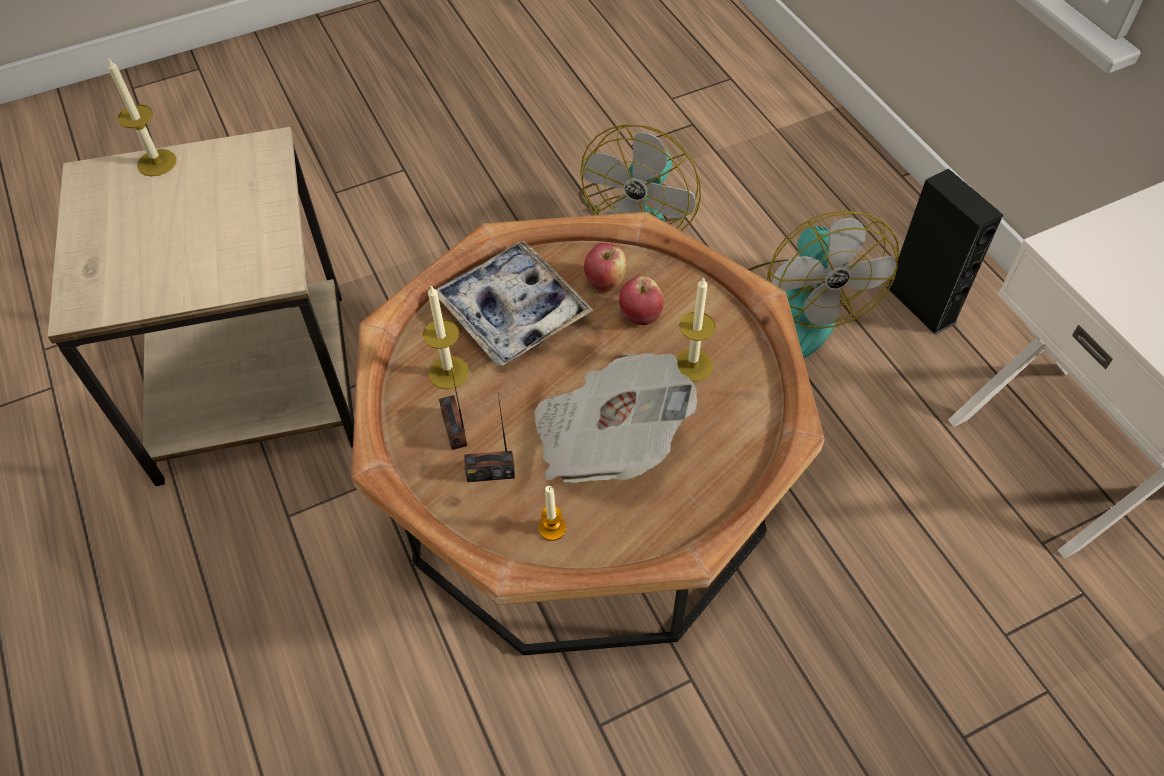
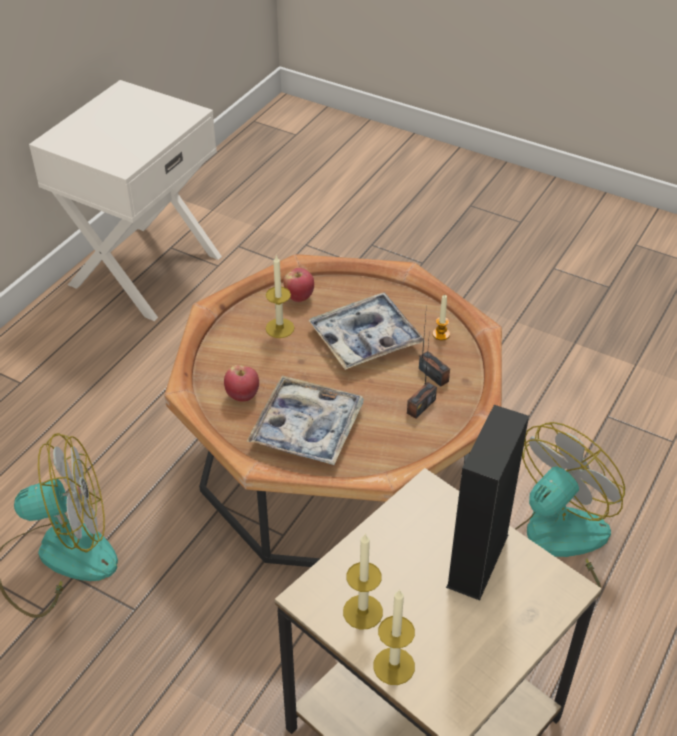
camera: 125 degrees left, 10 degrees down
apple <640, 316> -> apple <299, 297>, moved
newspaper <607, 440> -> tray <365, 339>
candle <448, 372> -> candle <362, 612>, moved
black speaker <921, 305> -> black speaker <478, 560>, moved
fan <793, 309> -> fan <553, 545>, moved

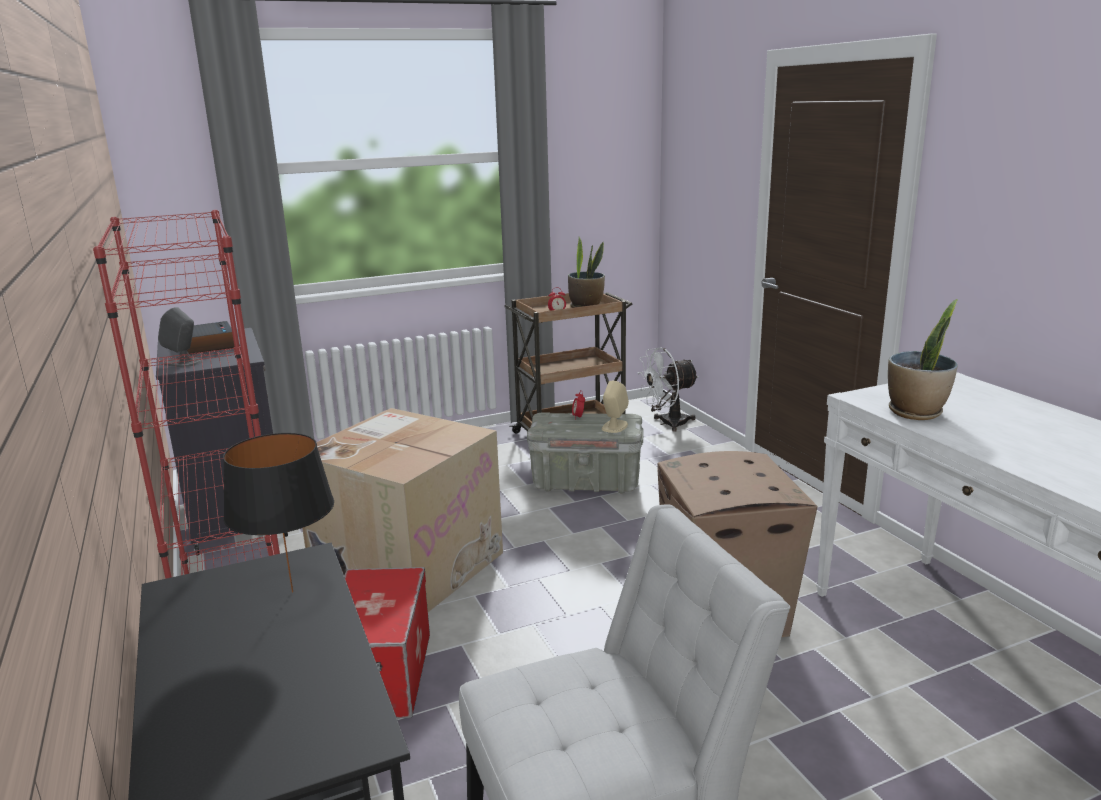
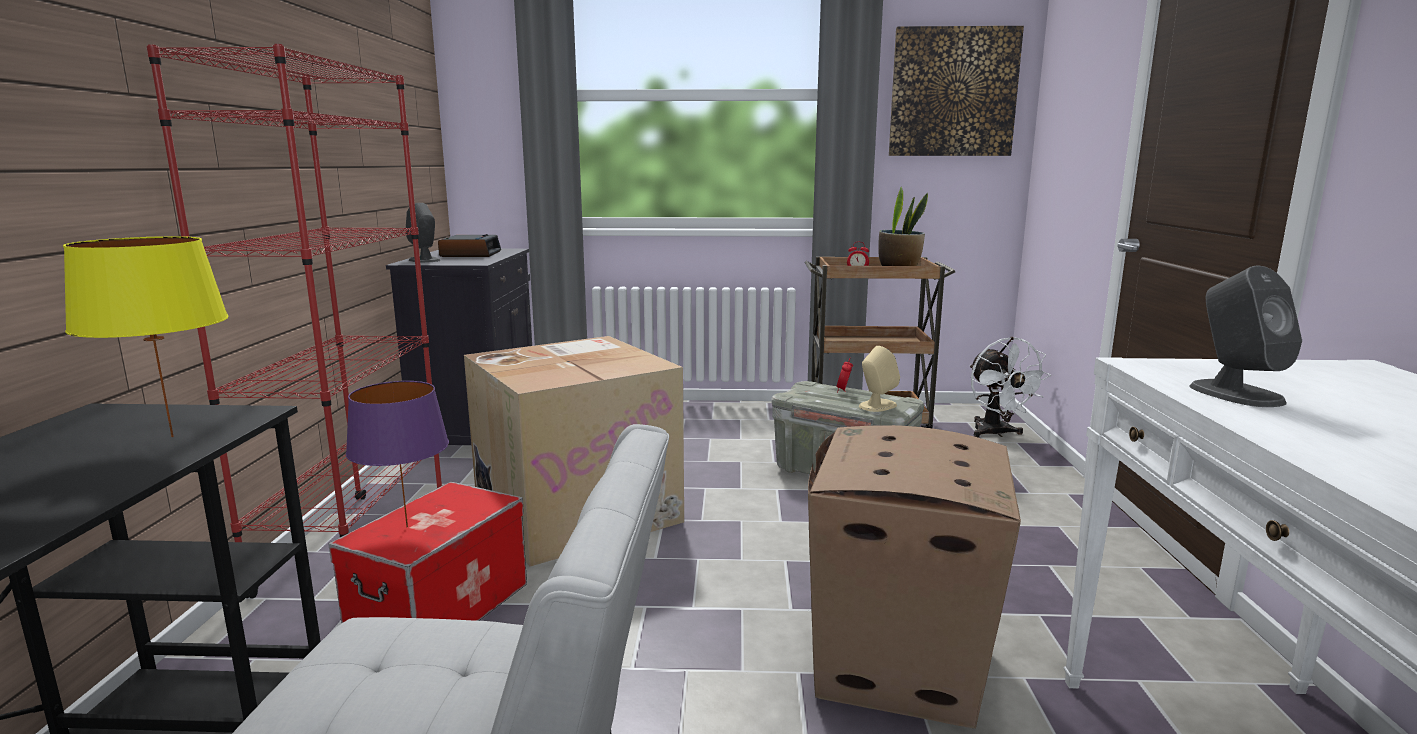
camera: 25 degrees right, 5 degrees down
black table lamp <291, 592> -> yellow table lamp <170, 437>
none -> purple table lamp <406, 527>
none -> picture <953, 92>
white fan <667, 424> -> white fan <996, 434>, 105 degrees counterclockwise
potted plant <916, 413> -> grey speaker <1234, 393>

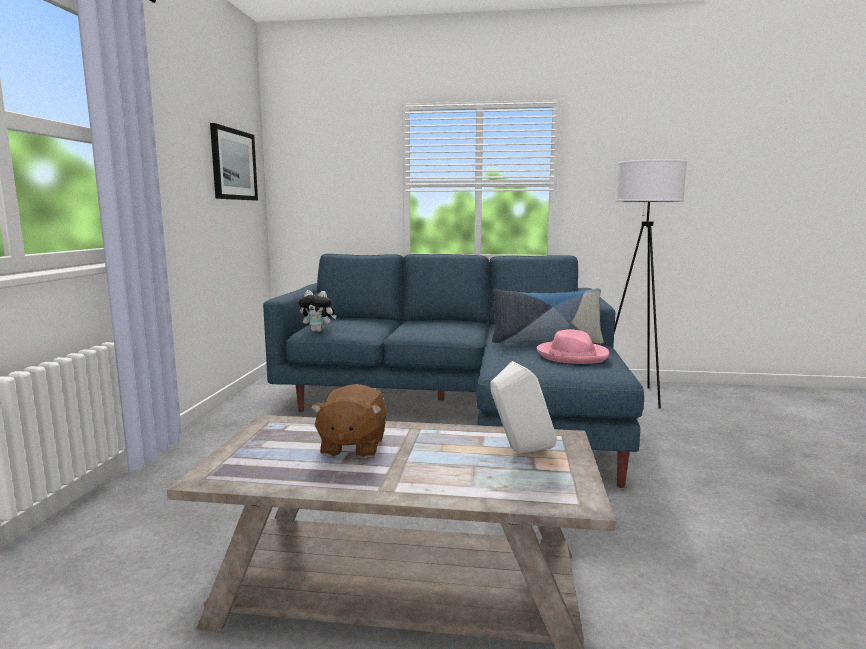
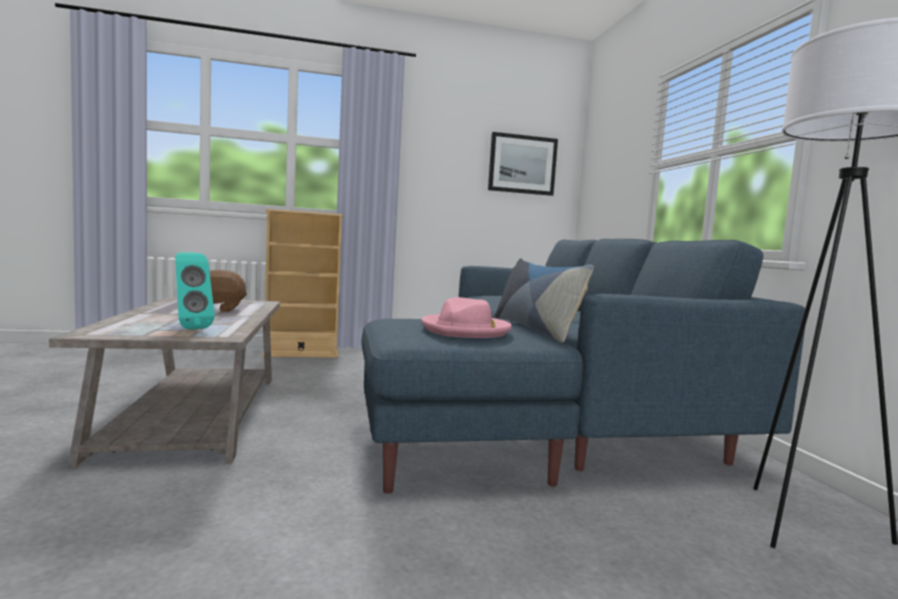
camera: 70 degrees right, 5 degrees down
white speaker <519, 453> -> turquoise speaker <190, 328>
none -> beige bookcase <301, 354>
plush toy <318, 331> -> none

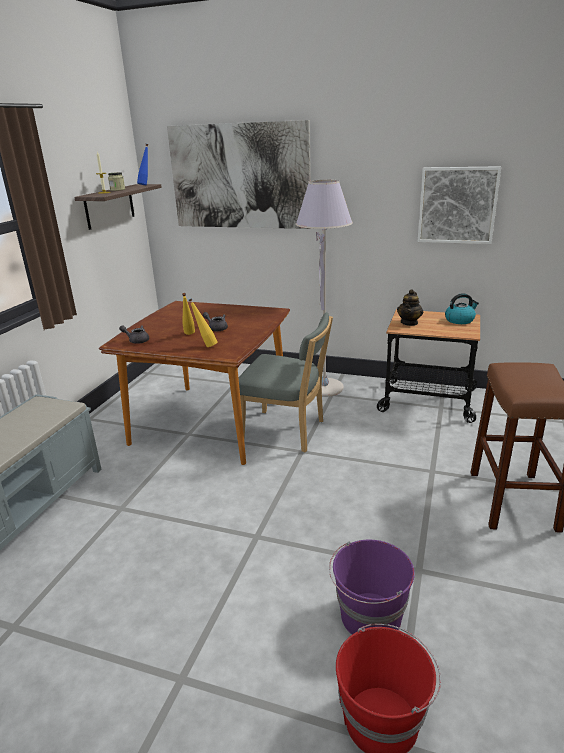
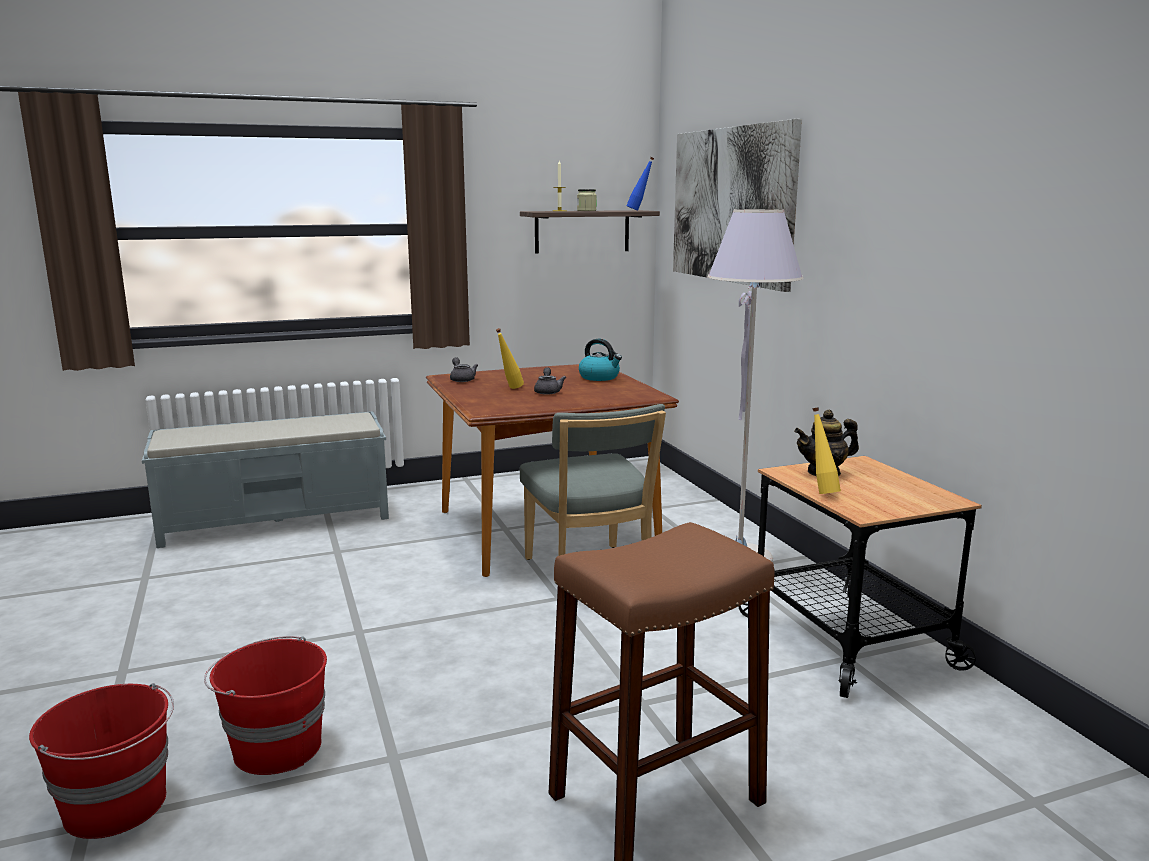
camera: 50 degrees right, 10 degrees down
purple bucket <370, 617> -> red bucket <275, 747>
kettle <460, 320> -> kettle <600, 377>, moved
yellow bottle <205, 346> -> yellow bottle <821, 492>, moved
picture <457, 205> -> none

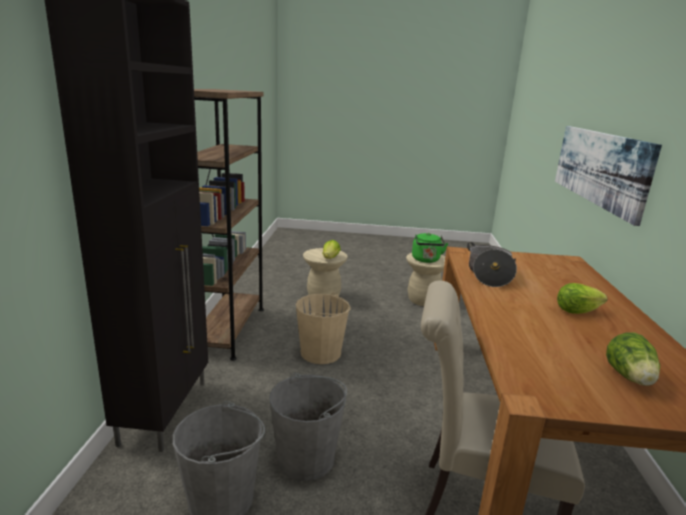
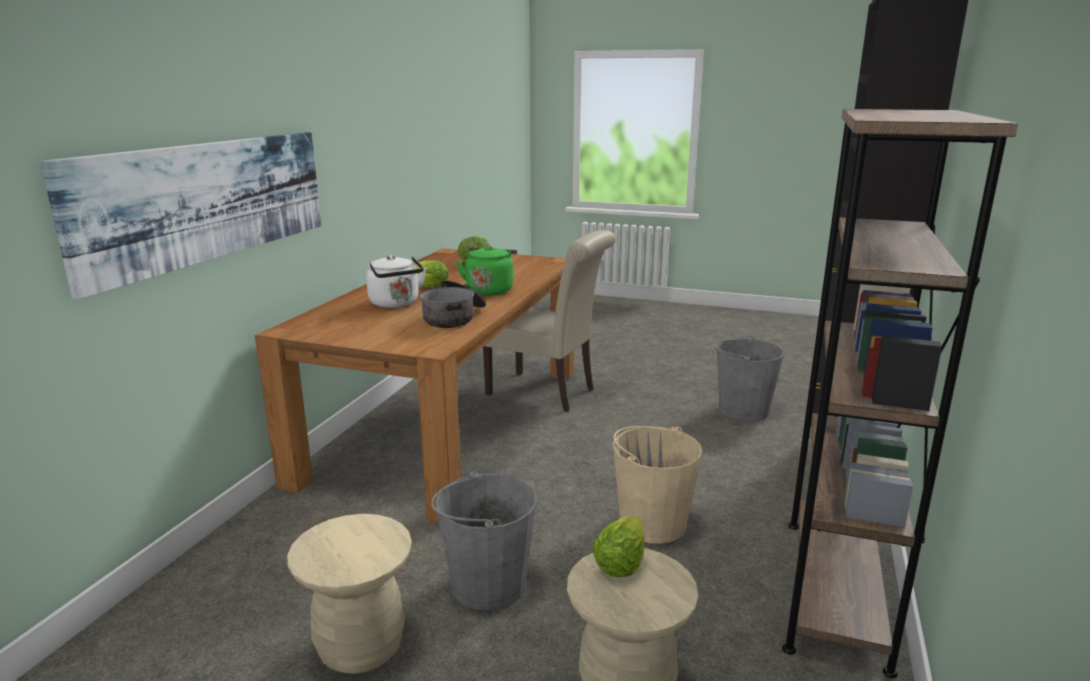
camera: 165 degrees left, 0 degrees up
none -> white kettle <396, 304>
grey bucket <306, 458> -> grey bucket <487, 584>, moved
green kettle <426, 260> -> green kettle <490, 290>, moved

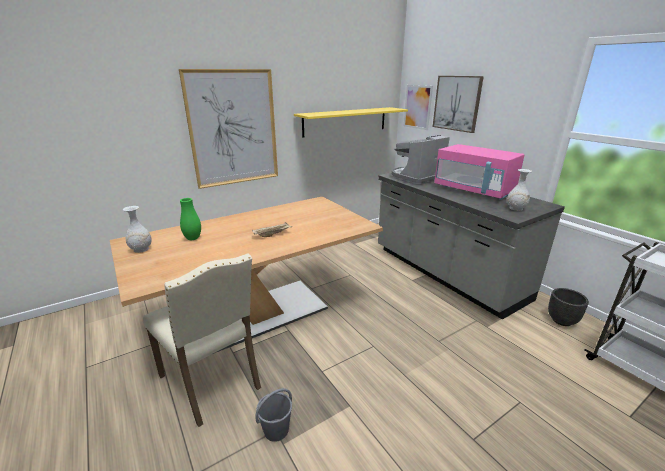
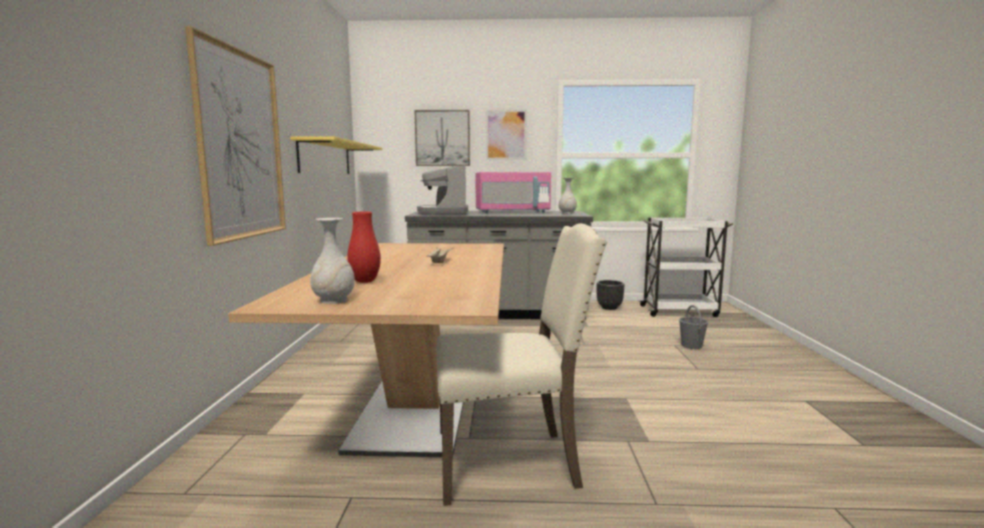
camera: 55 degrees left, 15 degrees down
green vase <193, 238> -> red vase <365, 281>
picture <417, 107> -> picture <506, 135>, moved
grey bucket <277, 429> -> grey bucket <691, 345>, moved

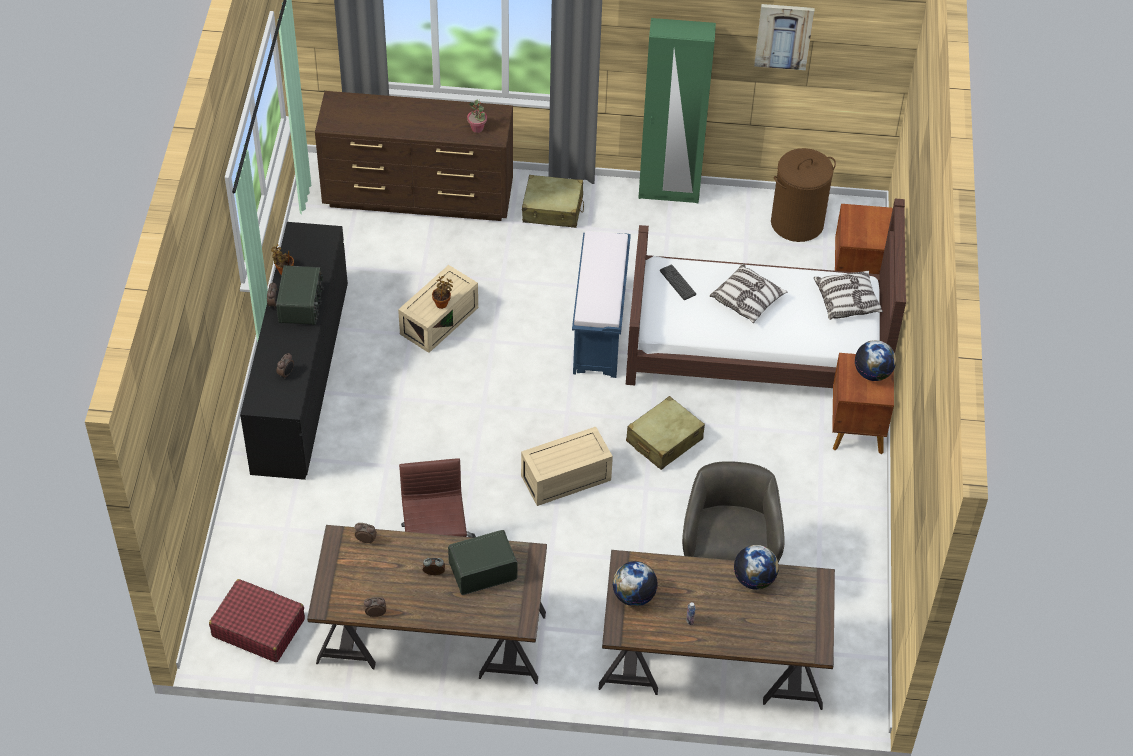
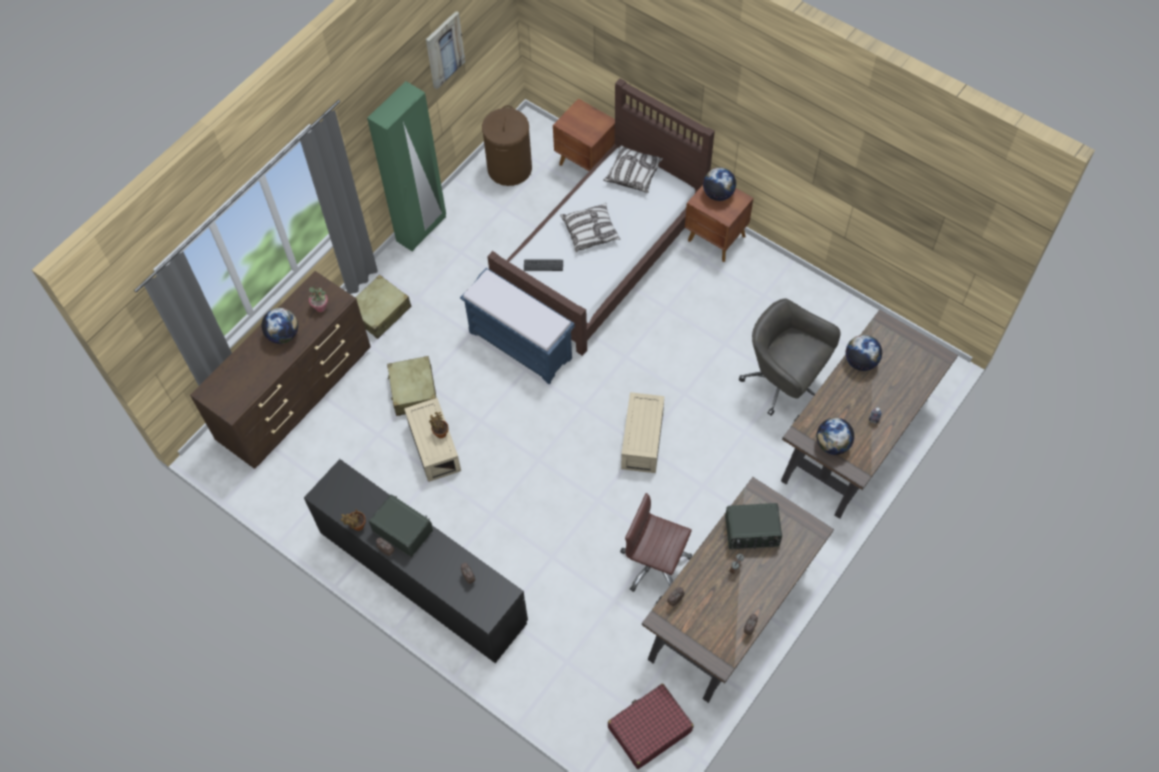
camera: 55 degrees left, 10 degrees up
none -> globe <283, 335>
beige suitcase <664, 440> -> beige suitcase <414, 391>, moved
radio <482, 570> -> radio <752, 532>, 105 degrees counterclockwise

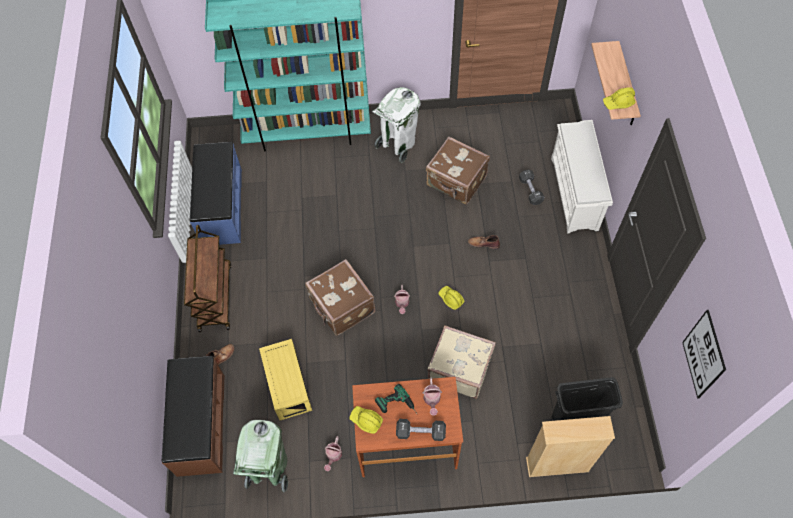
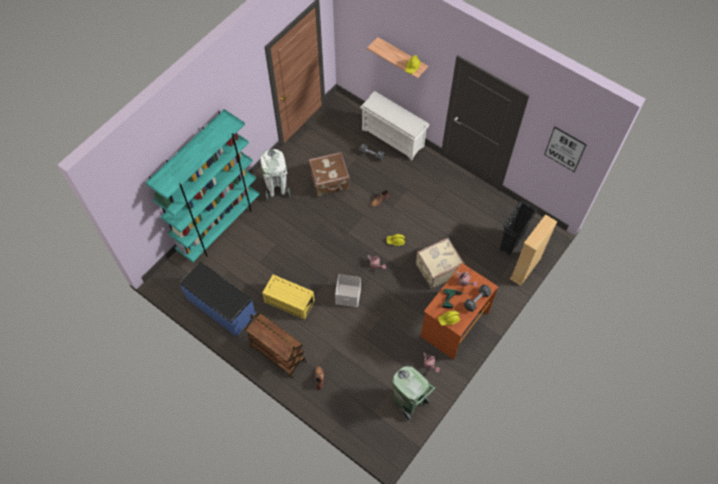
camera: 50 degrees left, 0 degrees up
yellow storage box <286, 384> -> yellow storage box <288, 302>, moved
brown suitcase <341, 307> -> white storage box <349, 295>
brown bench <200, 424> -> none

